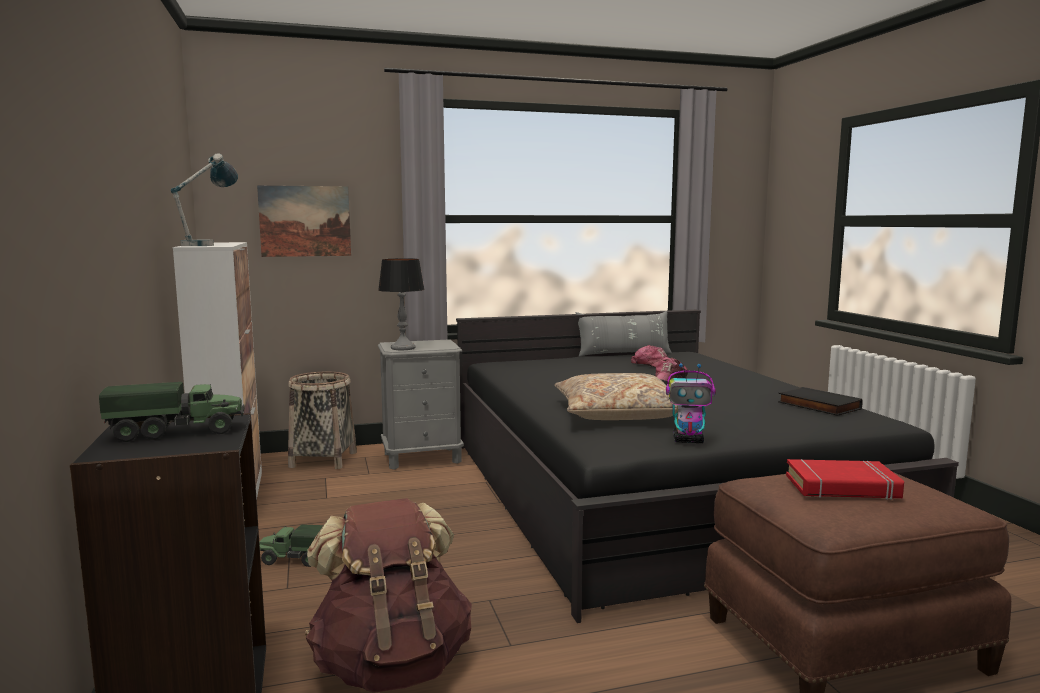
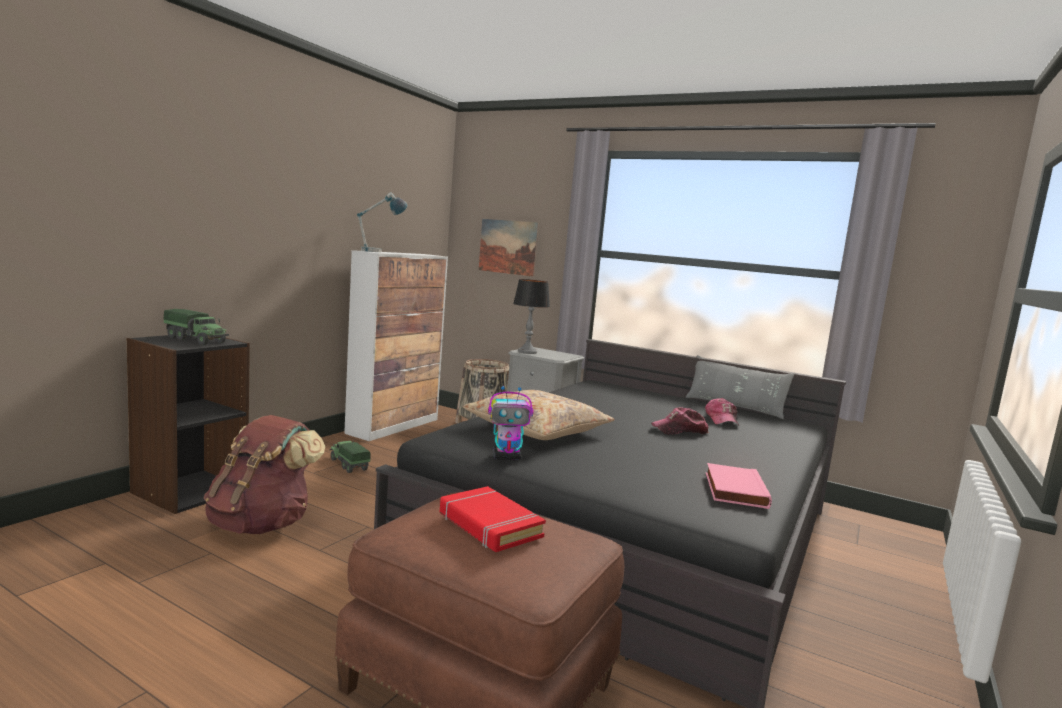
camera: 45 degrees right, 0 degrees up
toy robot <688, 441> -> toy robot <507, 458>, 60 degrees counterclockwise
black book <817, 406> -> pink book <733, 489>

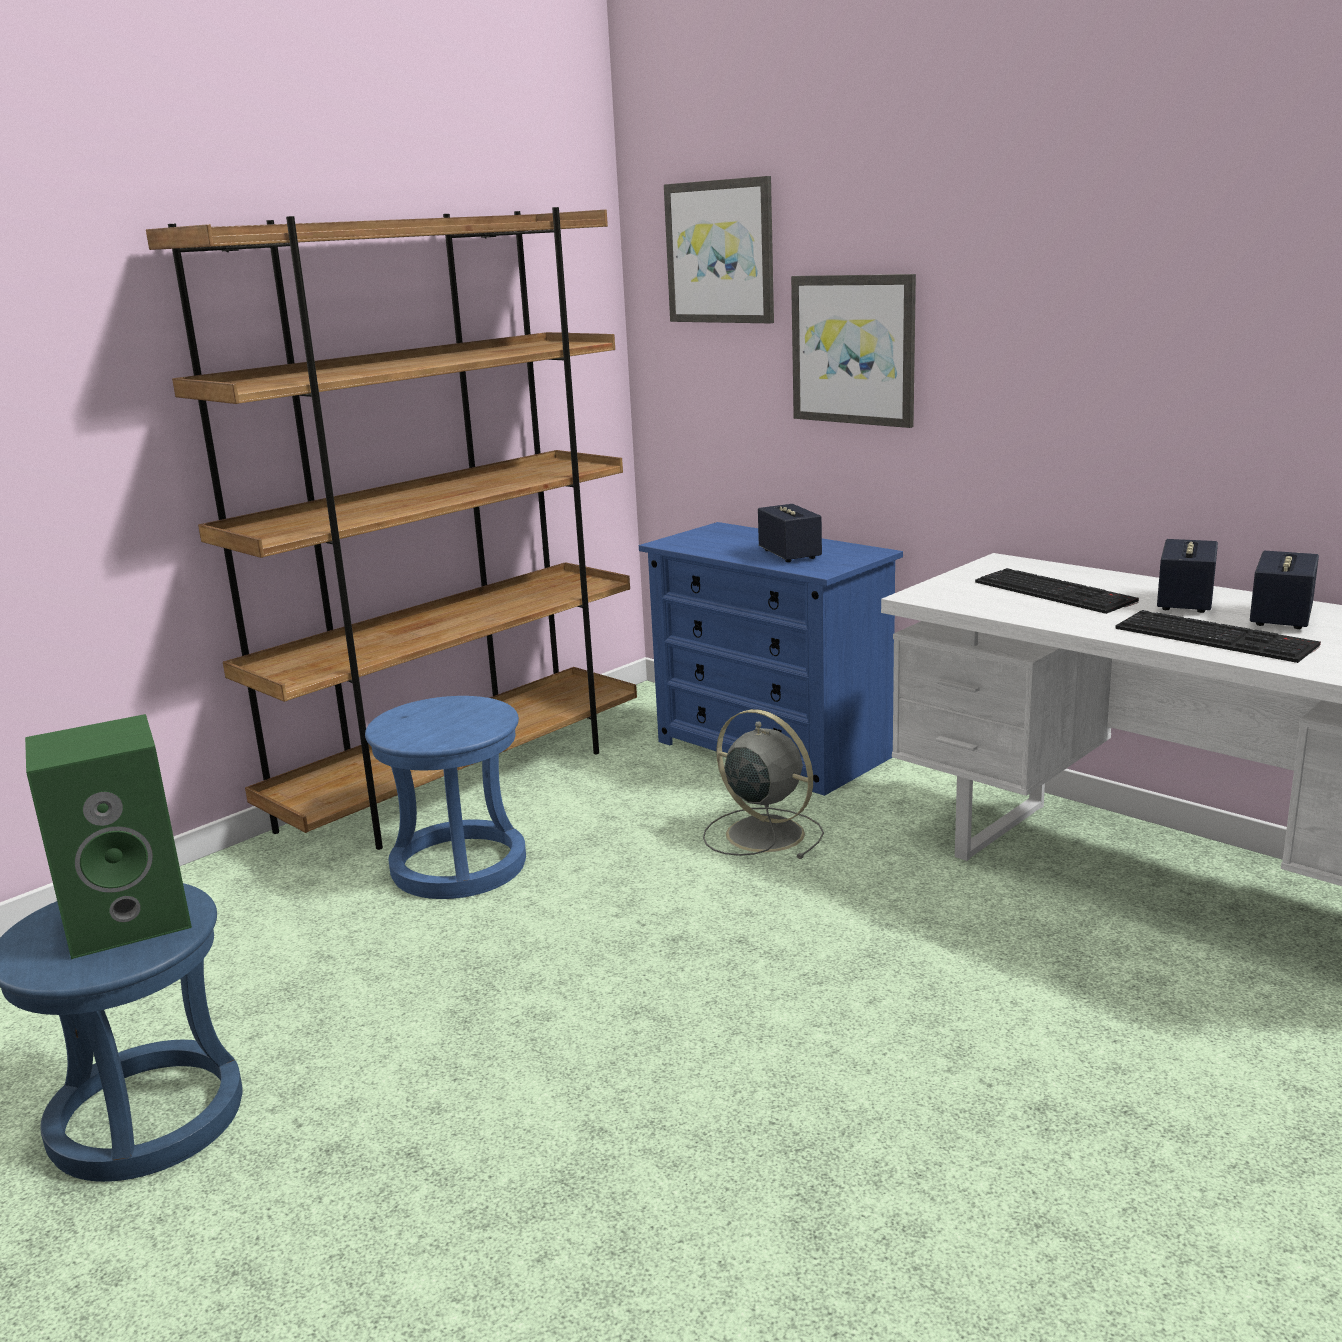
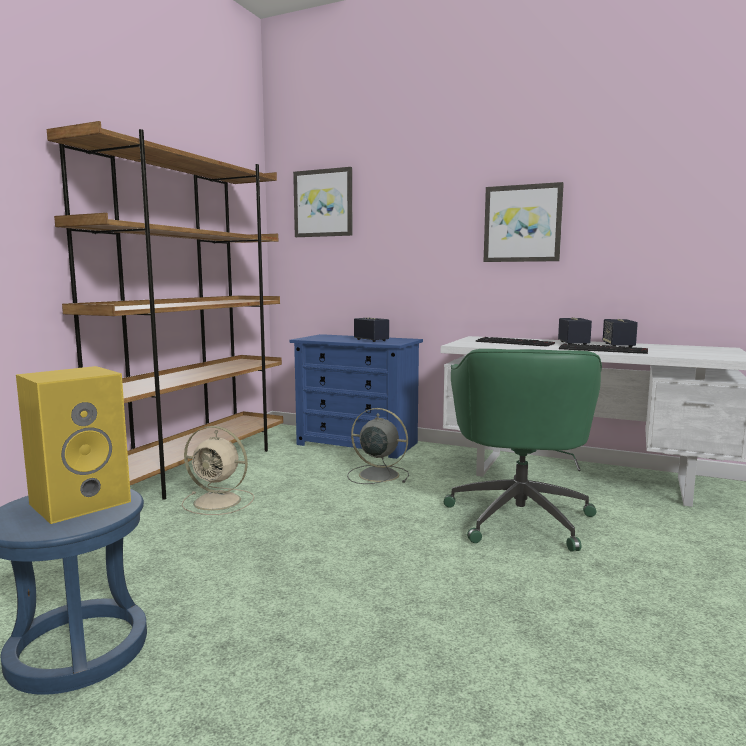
camera: 20 degrees left, 10 degrees down
green speaker <132, 918> -> yellow speaker <82, 502>
blue stool <460, 865> -> beige fan <219, 502>
none -> green office chair <519, 516>
picture <854, 349> -> picture <522, 223>, moved

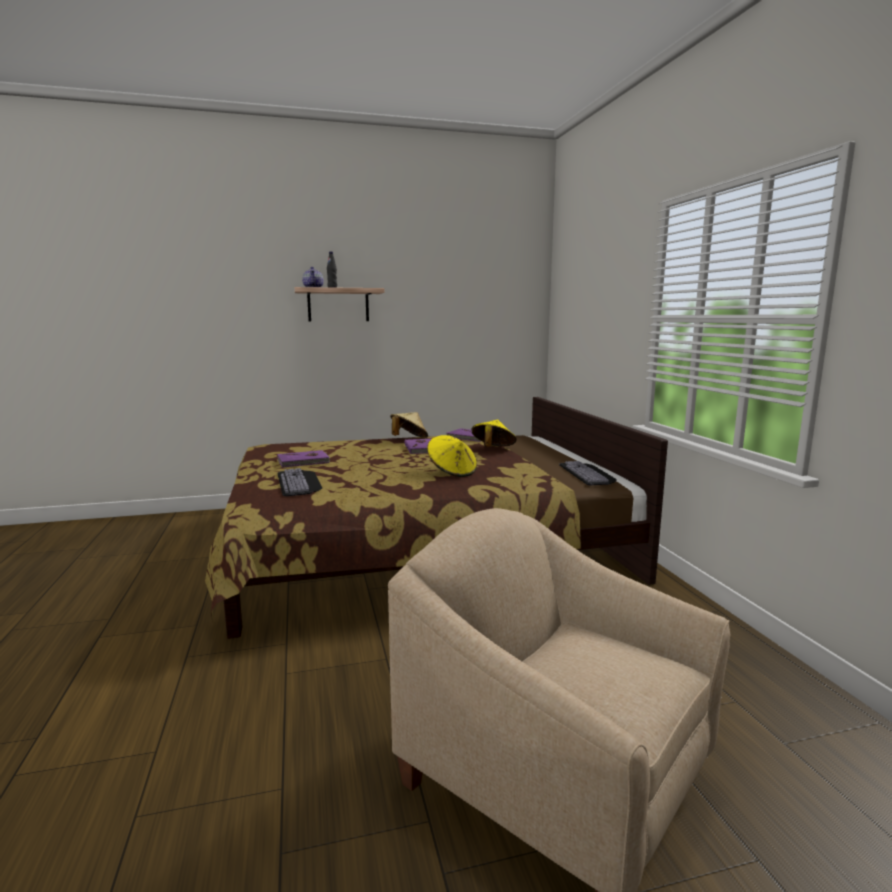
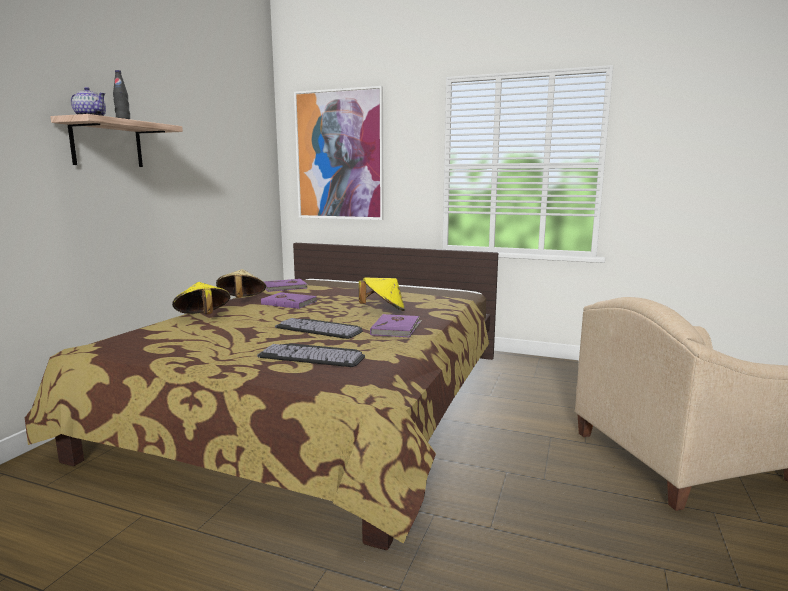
camera: 55 degrees left, 0 degrees up
yellow hat <493, 449> -> yellow hat <203, 317>, moved
keyboard <589, 474> -> keyboard <322, 328>, moved
none -> picture <339, 155>
purple book <304, 461> -> purple book <396, 328>, moved

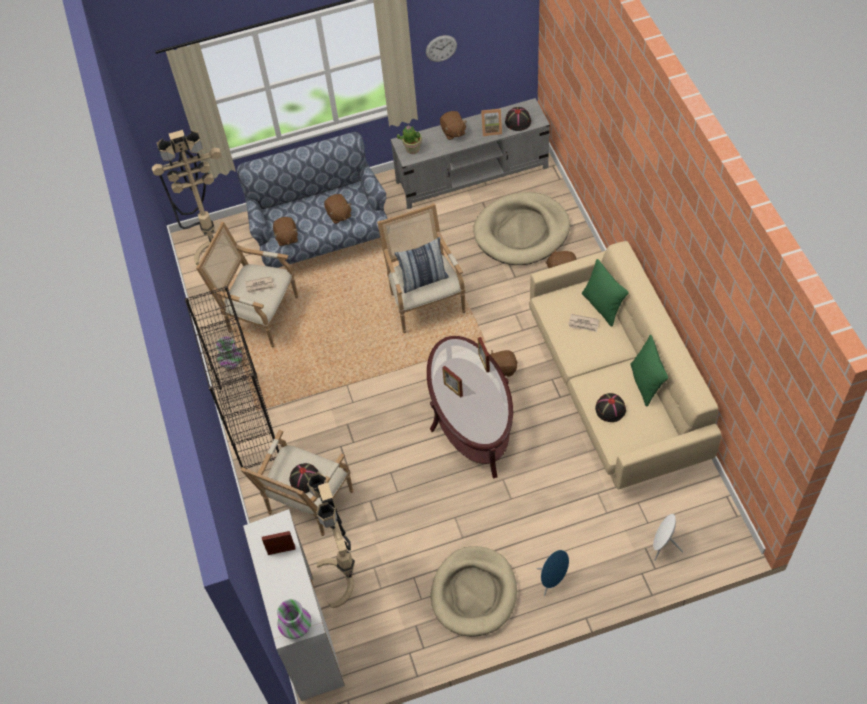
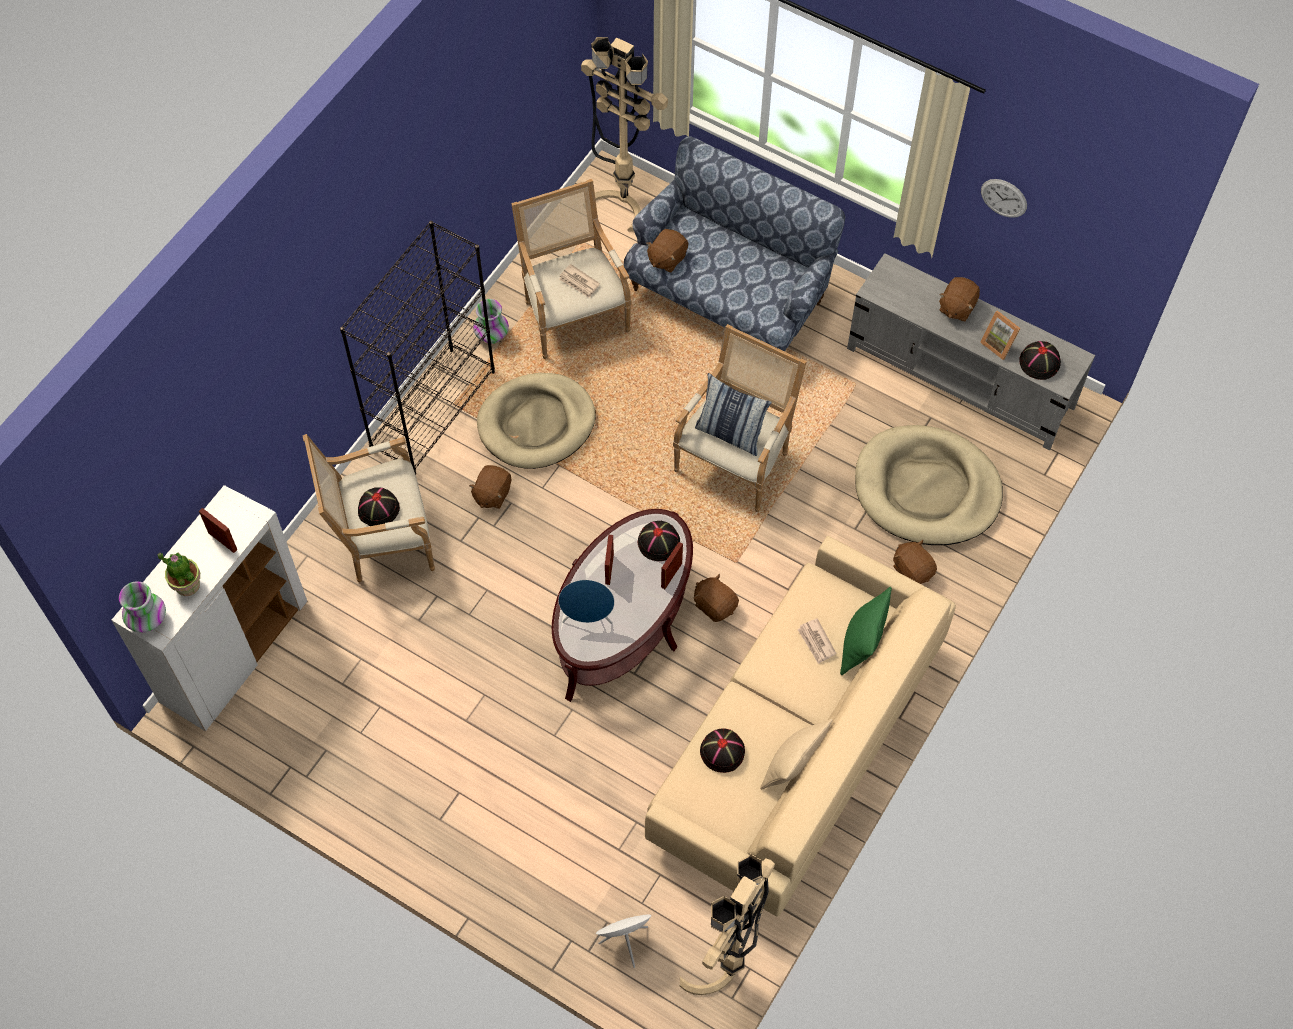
camera: 45 degrees right, 5 degrees up
potted plant <412, 148> -> potted plant <187, 585>, moved
brown plush toy <338, 215> -> brown plush toy <492, 494>, moved
beige dog bed <474, 593> -> beige dog bed <536, 423>, moved
blue speaker <552, 580> -> blue speaker <588, 618>, moved
none -> black hat <659, 542>
beige floor lamp <345, 578> -> beige floor lamp <725, 970>, moved
green pillow <645, 384> -> beige pillow <792, 767>

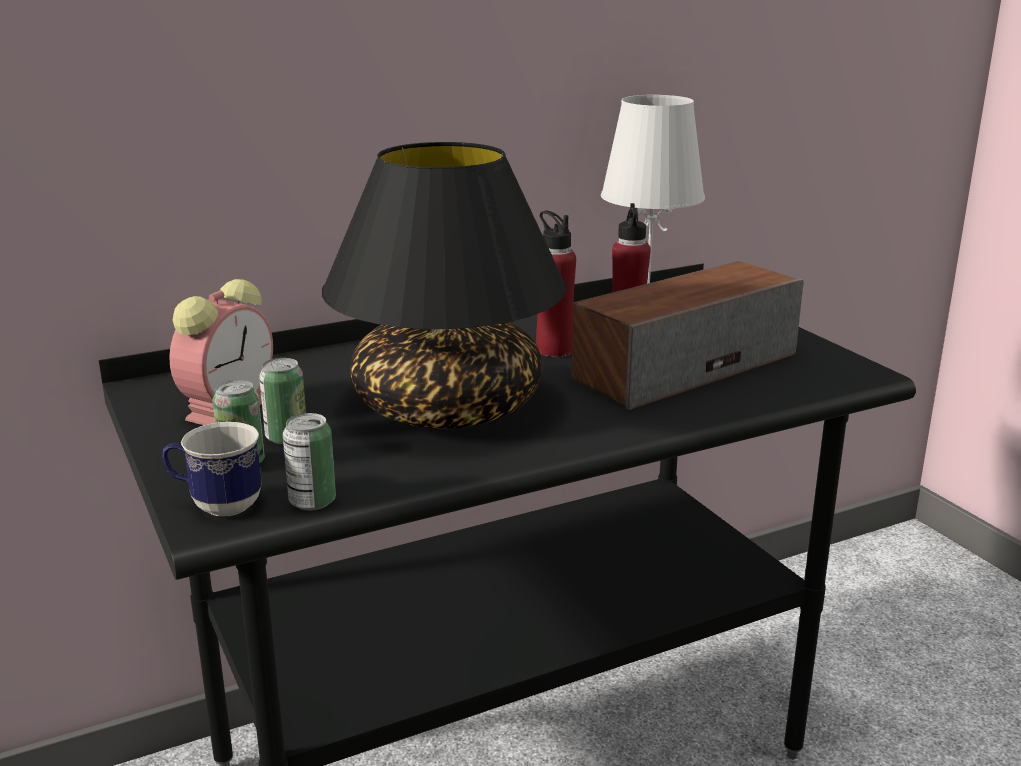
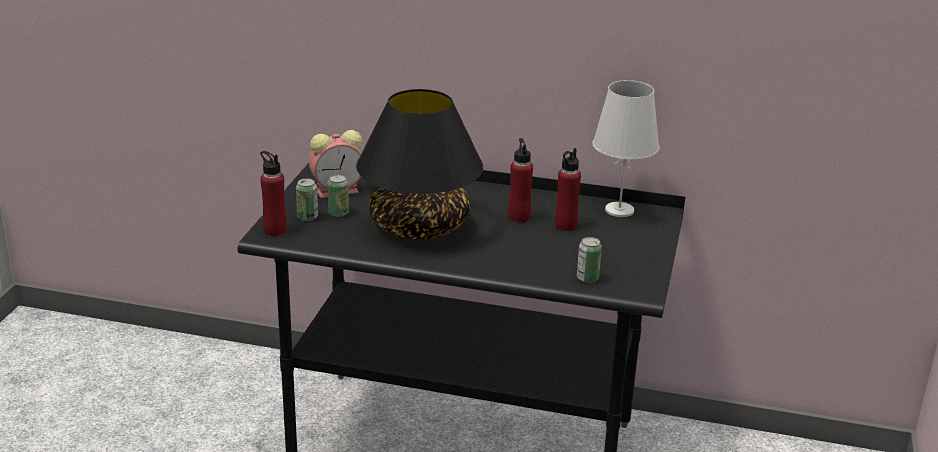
camera: 40 degrees right, 5 degrees up
mug <217, 506> -> red bottle <275, 230>
can <312, 501> -> can <587, 278>, moved
speaker <684, 366> -> none

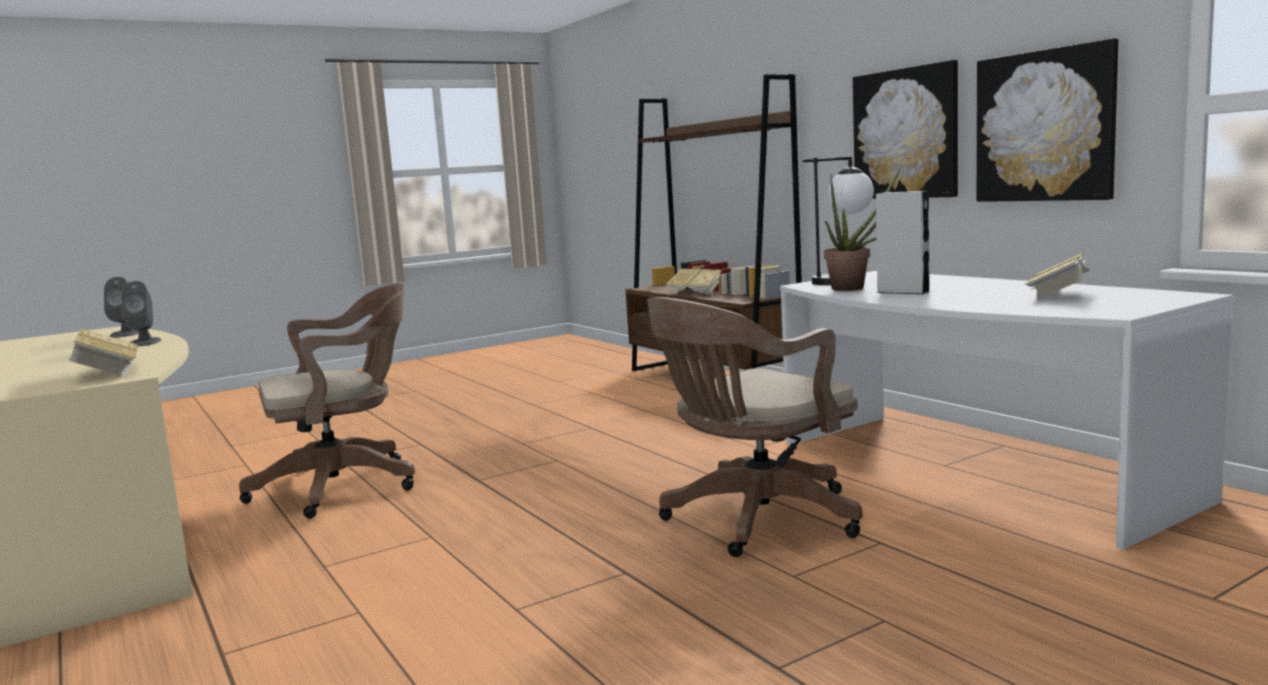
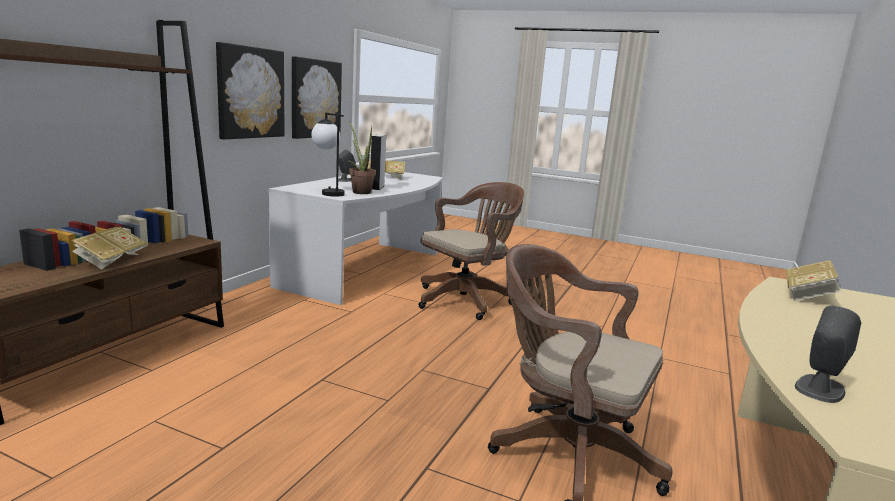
camera: 125 degrees left, 5 degrees up
grey speaker <144, 343> -> grey speaker <345, 180>, moved
brown office chair <754, 520> -> brown office chair <467, 300>, 60 degrees counterclockwise

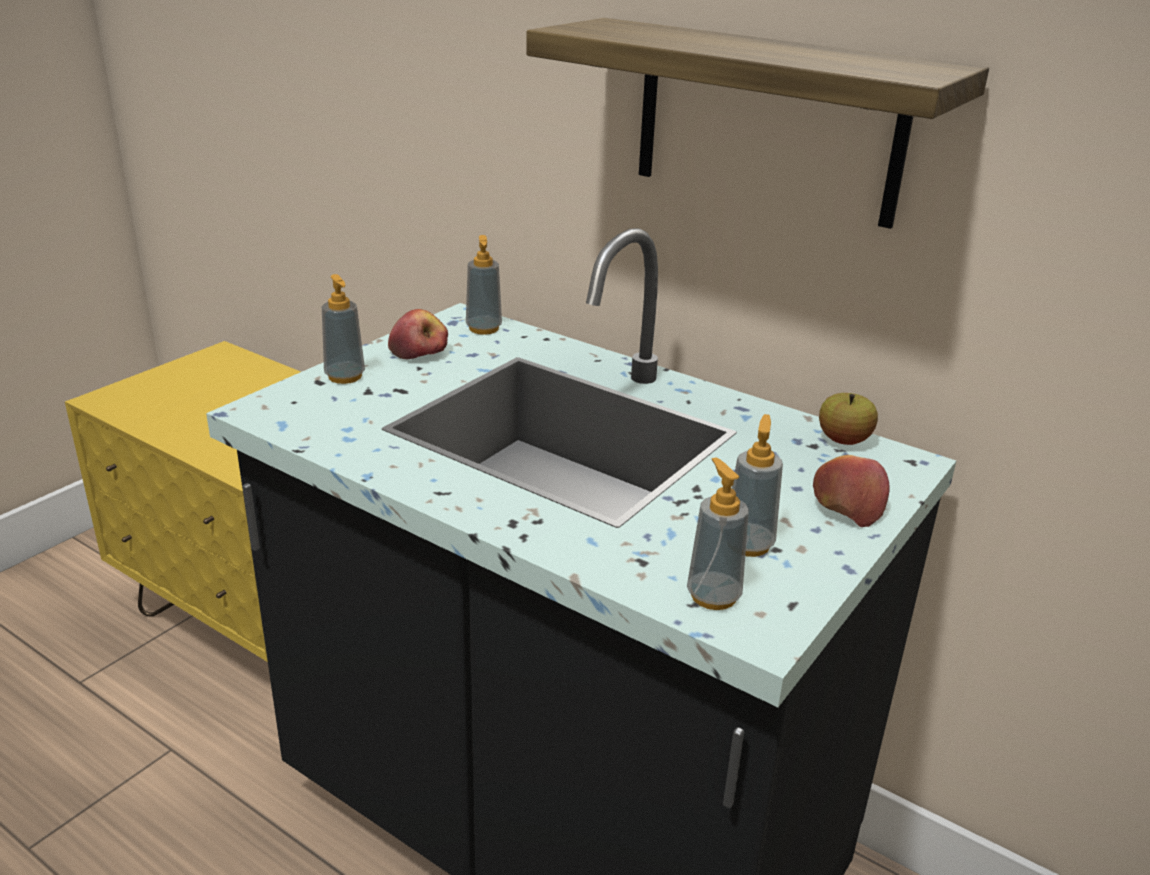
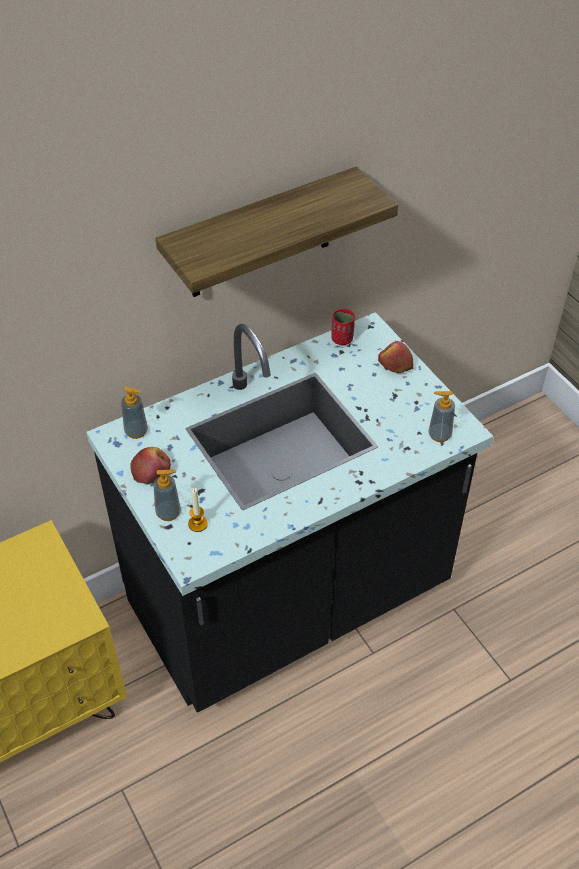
camera: 65 degrees left, 20 degrees up
none -> candle <198, 524>
apple <843, 440> -> red cup <342, 339>
soap dispenser <748, 544> -> none

